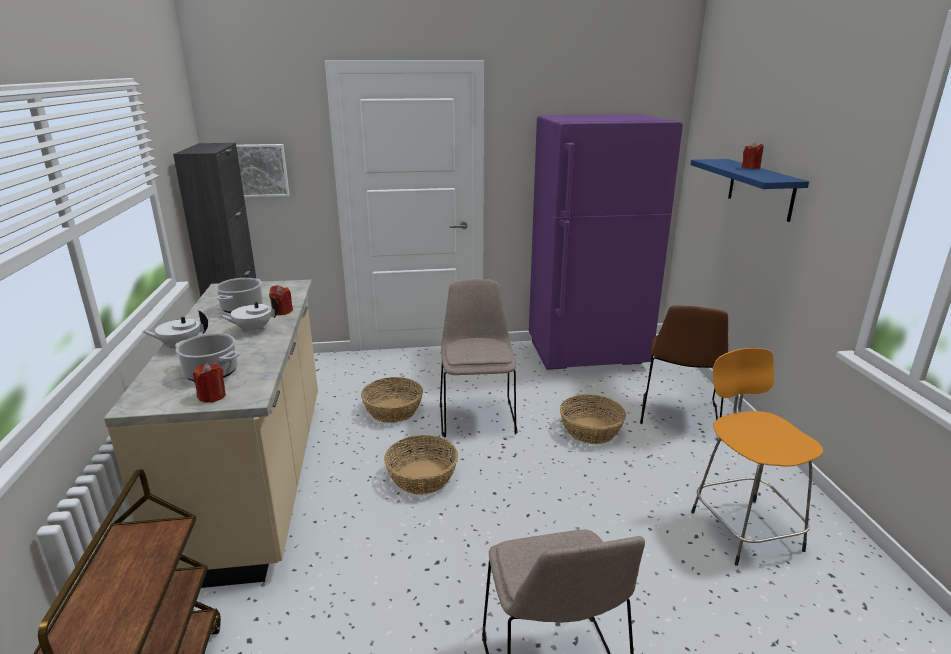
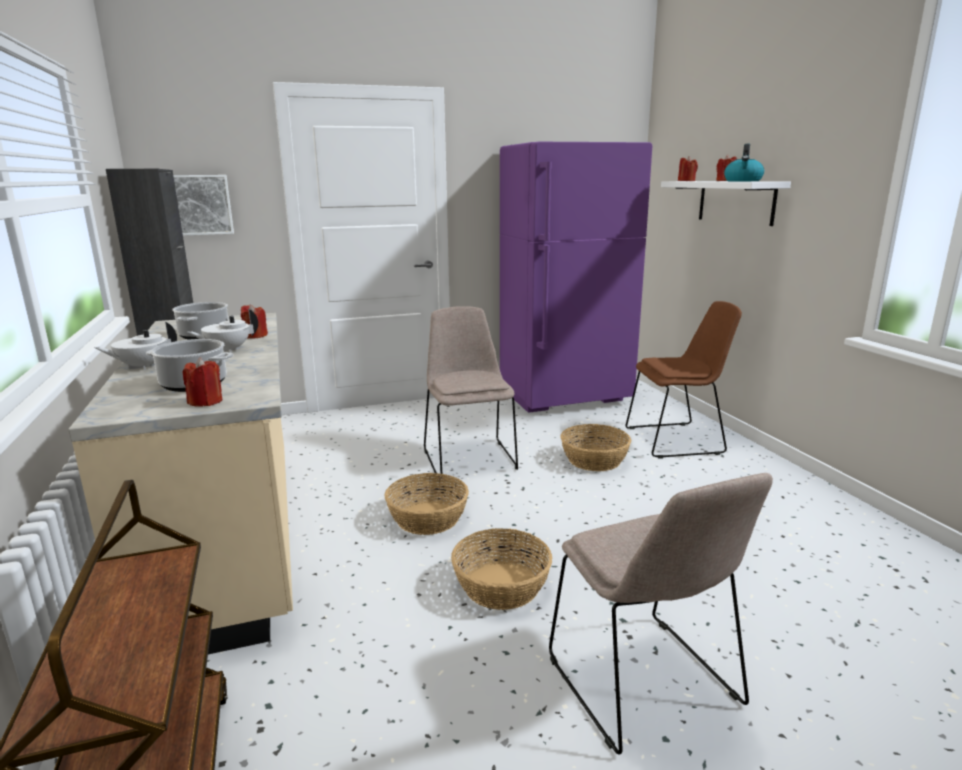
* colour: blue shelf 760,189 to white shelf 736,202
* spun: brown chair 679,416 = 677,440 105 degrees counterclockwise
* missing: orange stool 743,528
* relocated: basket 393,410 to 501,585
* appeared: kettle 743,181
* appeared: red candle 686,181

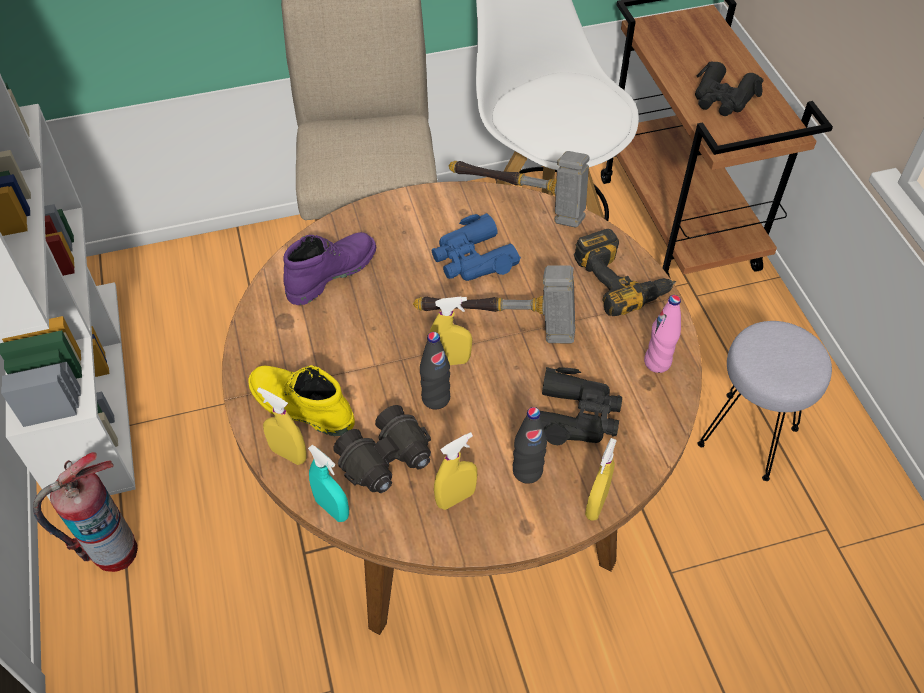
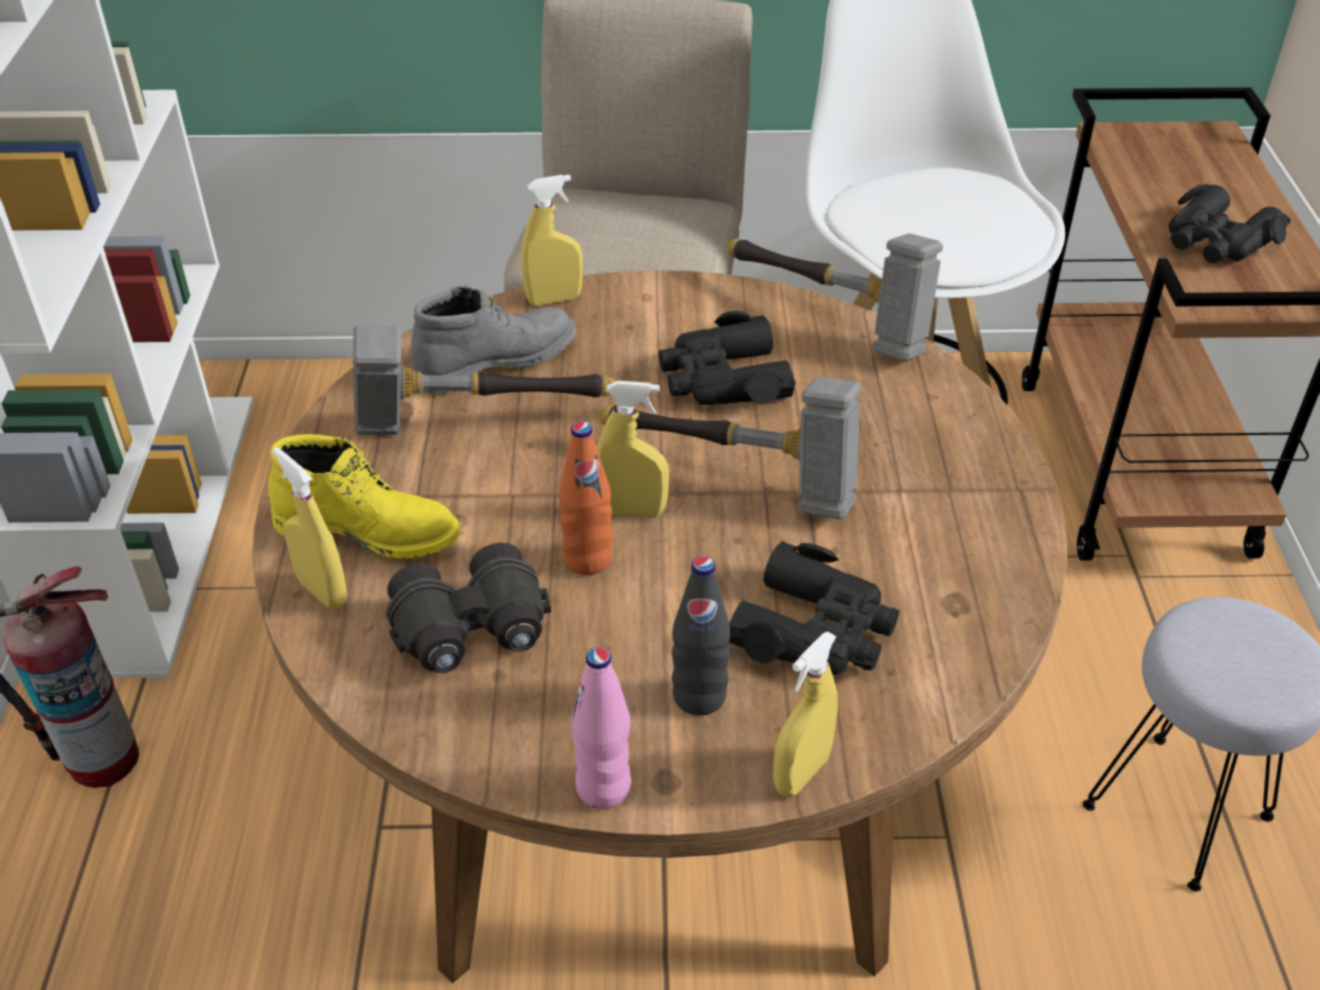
* colour: blue binoculars 472,259 to black binoculars 723,379
* missing: power drill 622,279
* colour: purple boot 330,273 to grey boot 495,361
* relocated: pink bottle 657,362 to 603,787
* colour: black bottle 436,398 to orange bottle 588,559
* spun: yellow boot 300,407 = 369,530 150 degrees clockwise
* relocated: yellow spray bottle 456,498 to 554,299
* missing: turquoise spray bottle 332,509
* appeared: hammer 476,425

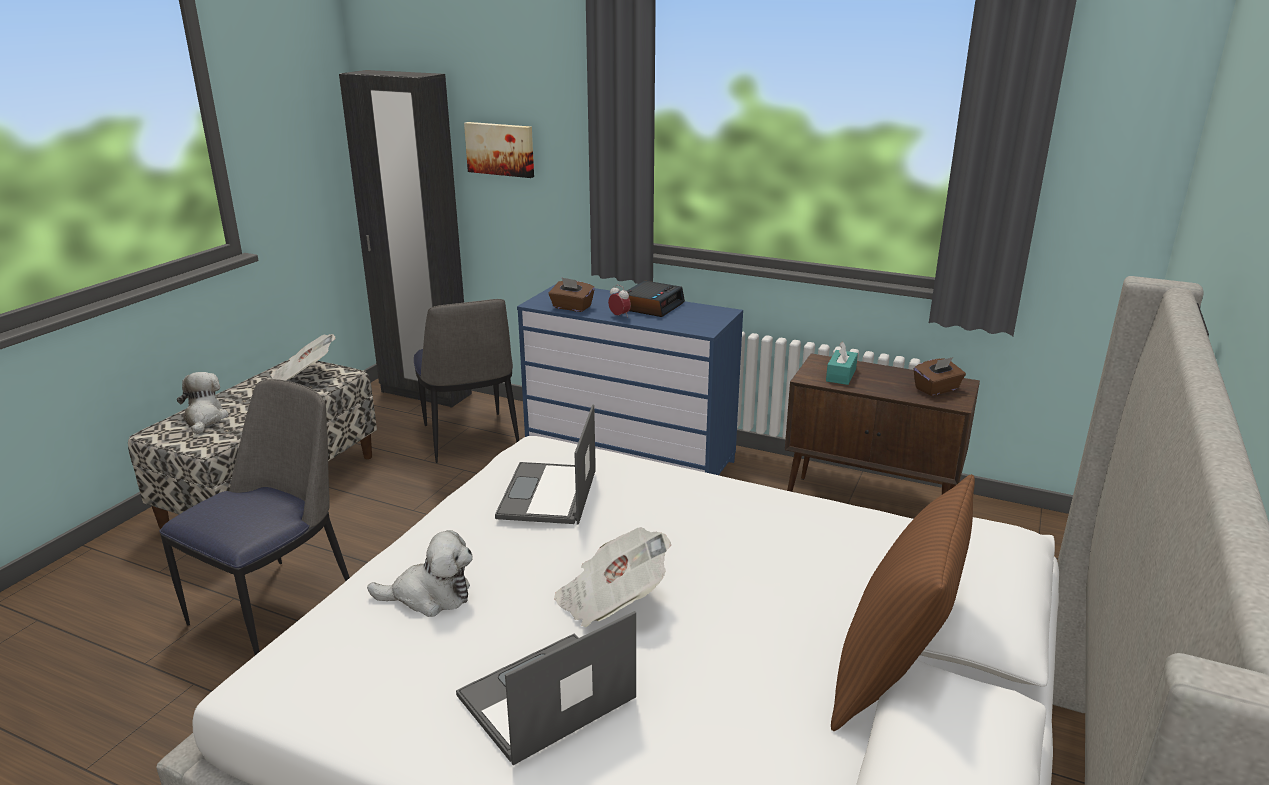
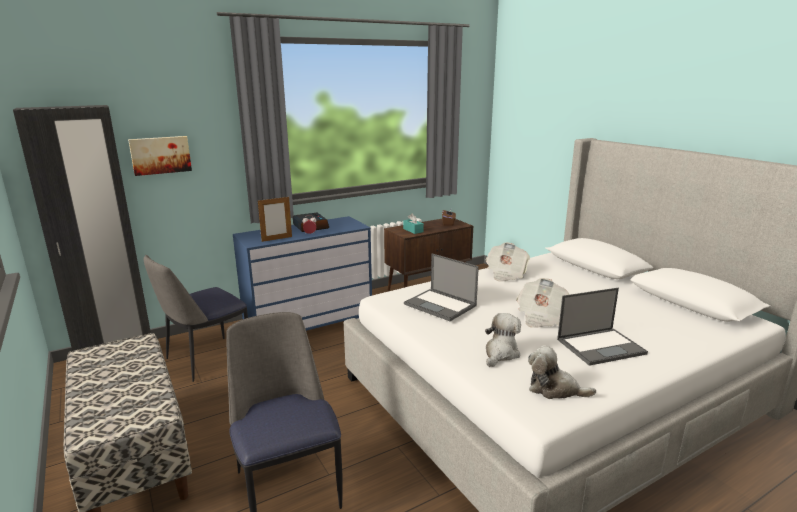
* exchanged: brown tissue box 571,307 to picture frame 277,239
* spun: chair 470,439 = 206,359 120 degrees clockwise
* relocated: newspaper 304,375 to 506,273
* relocated: plush toy 205,419 to 554,389
* missing: brown pillow 893,674
* spun: laptop 545,698 = 601,346 105 degrees counterclockwise

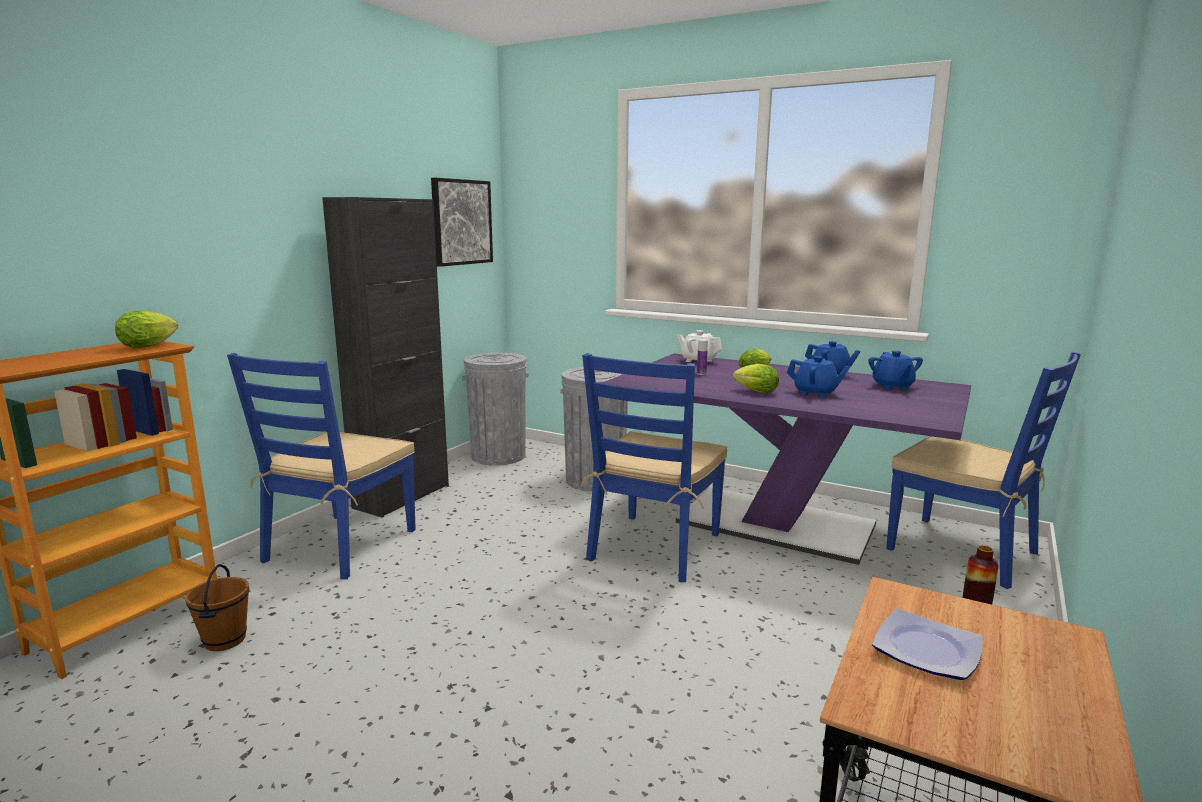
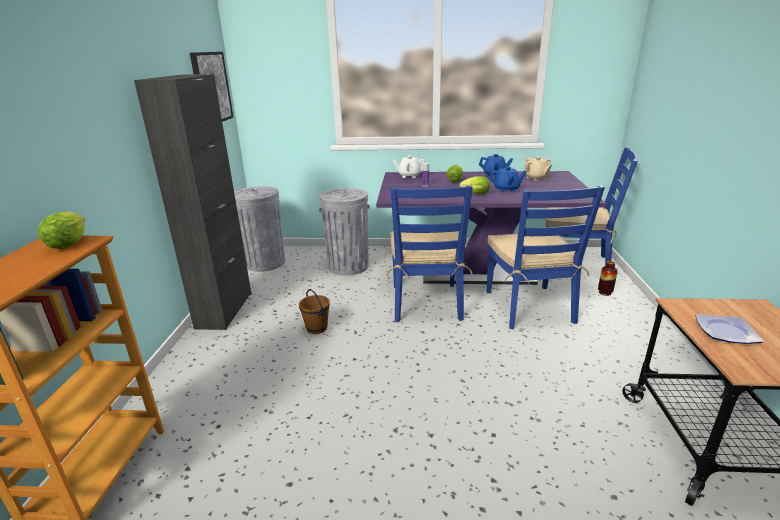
* colour: blue teapot 892,386 to beige teapot 536,178
* relocated: blue chair 340,545 to 529,307
* relocated: brown bucket 224,640 to 316,328

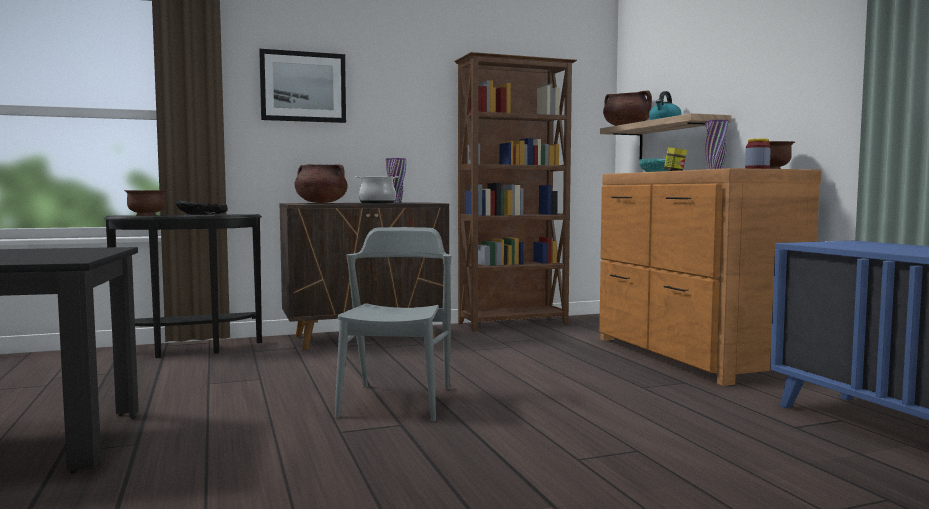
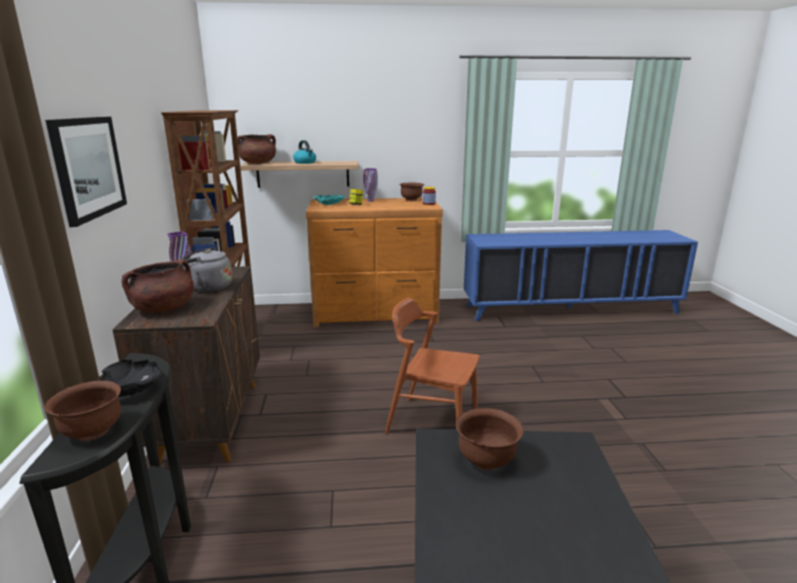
* exchanged: cooking pot 377,203 to grey kettle 208,287
* colour: grey chair 396,401 to brown chair 432,423
* appeared: brown bowl 486,460

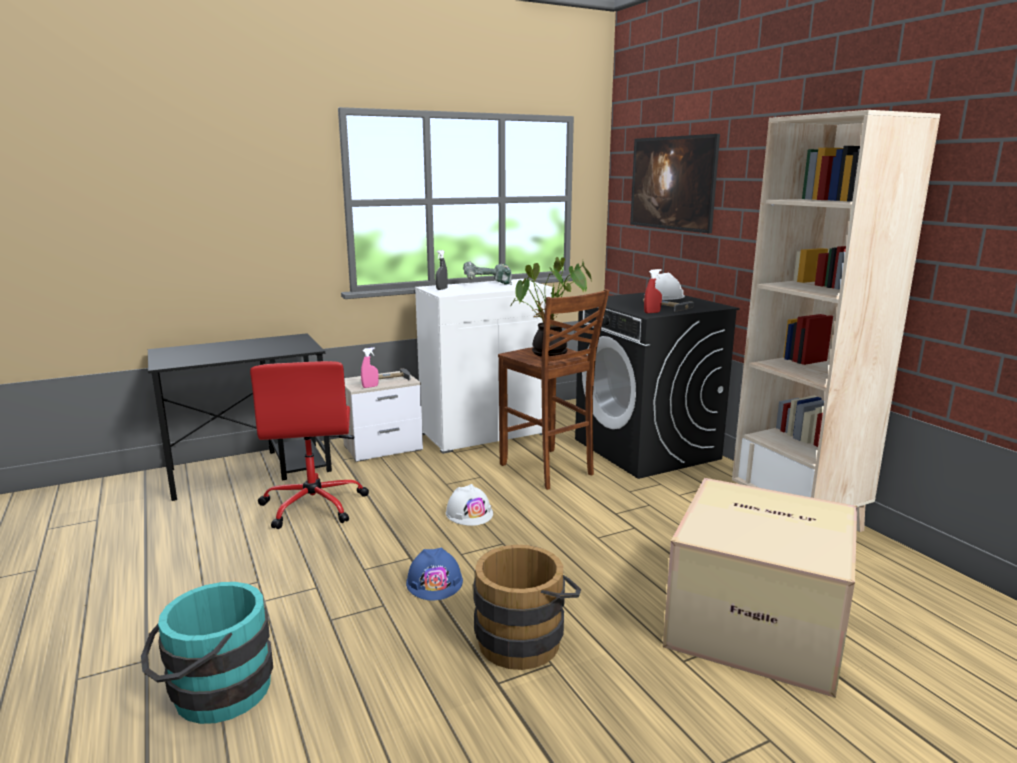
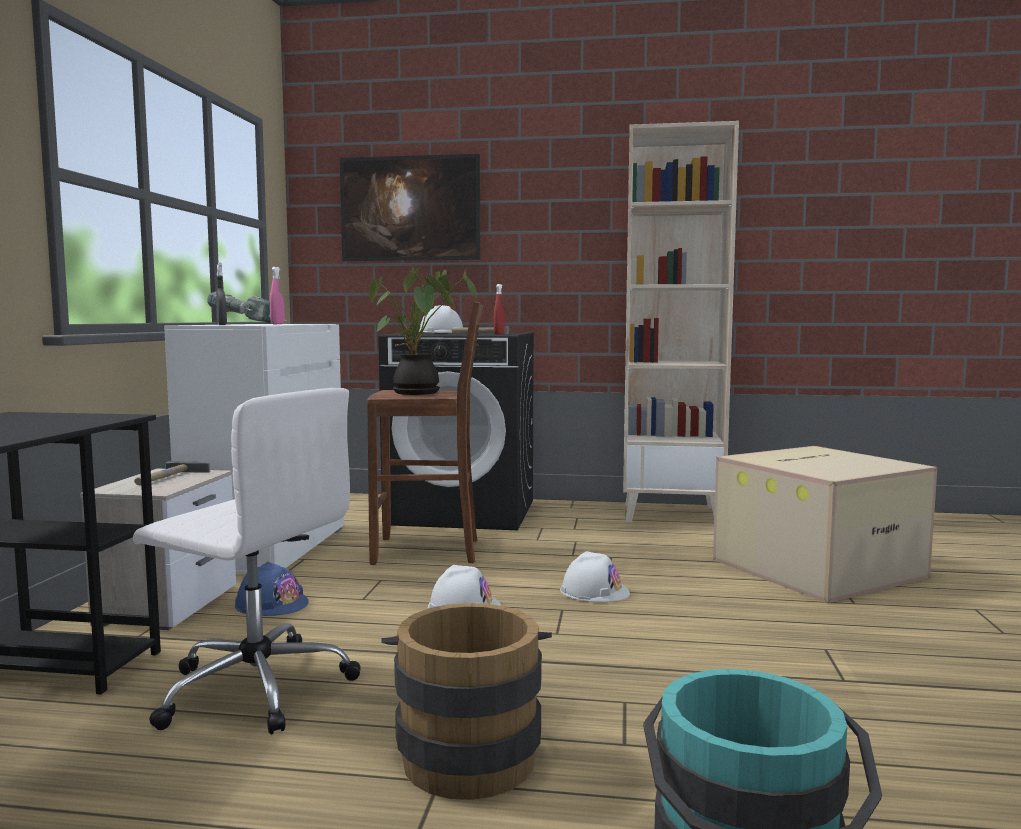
* relocated: pink spray bottle 370,386 to 277,324
* colour: red office chair 314,505 to white office chair 254,687
* relocated: brown bucket 525,638 to 467,752
* relocated: blue hard hat 434,582 to 272,604
* appeared: white hard hat 594,591

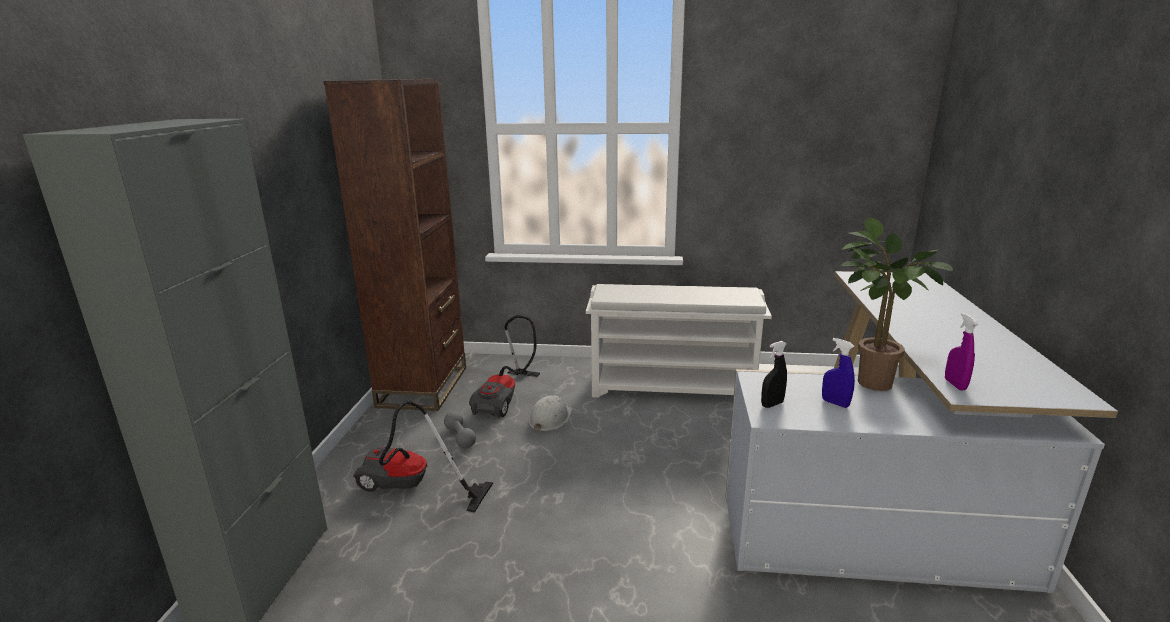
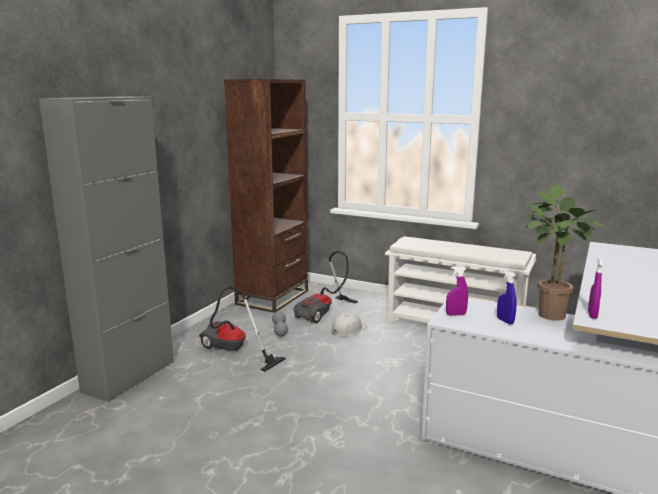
* colour: black spray bottle 772,404 to purple spray bottle 456,314

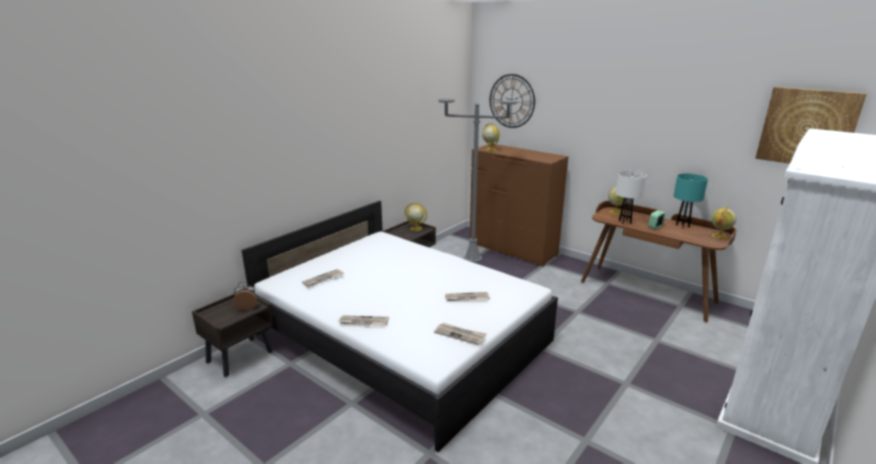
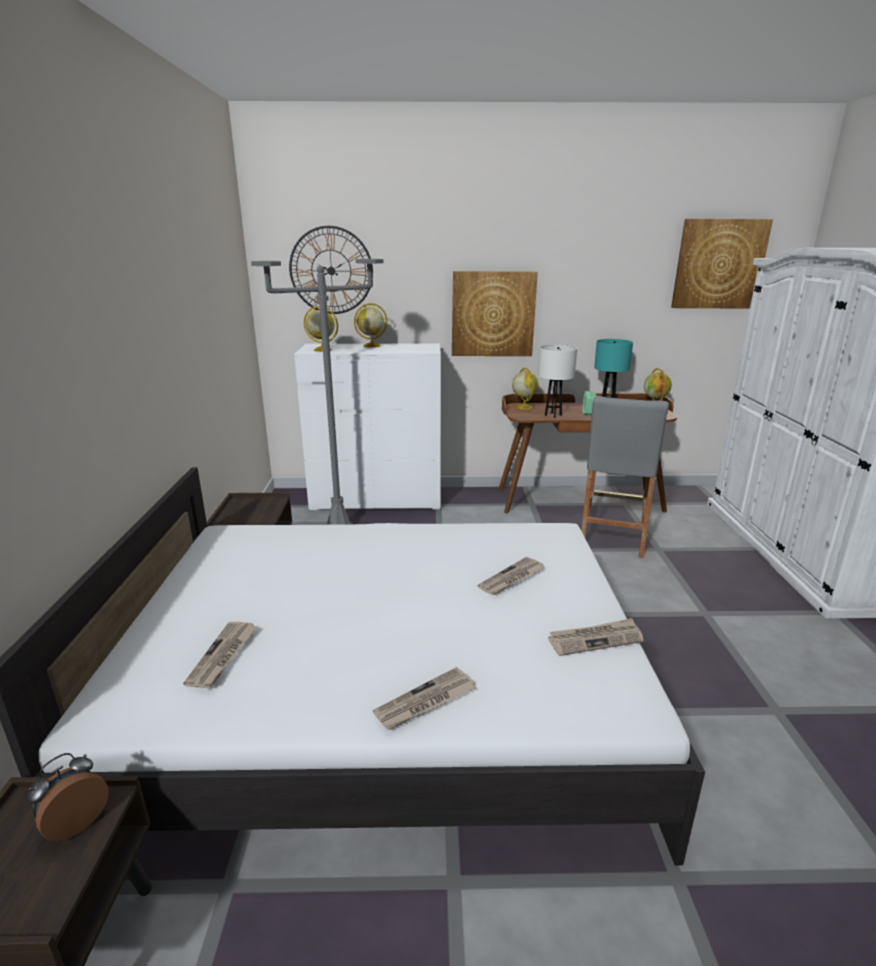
* colour: brown dresser 512,249 to white dresser 376,500
* relocated: globe 415,228 to 371,346
* appeared: picture 493,314
* appeared: grey stool 612,535

